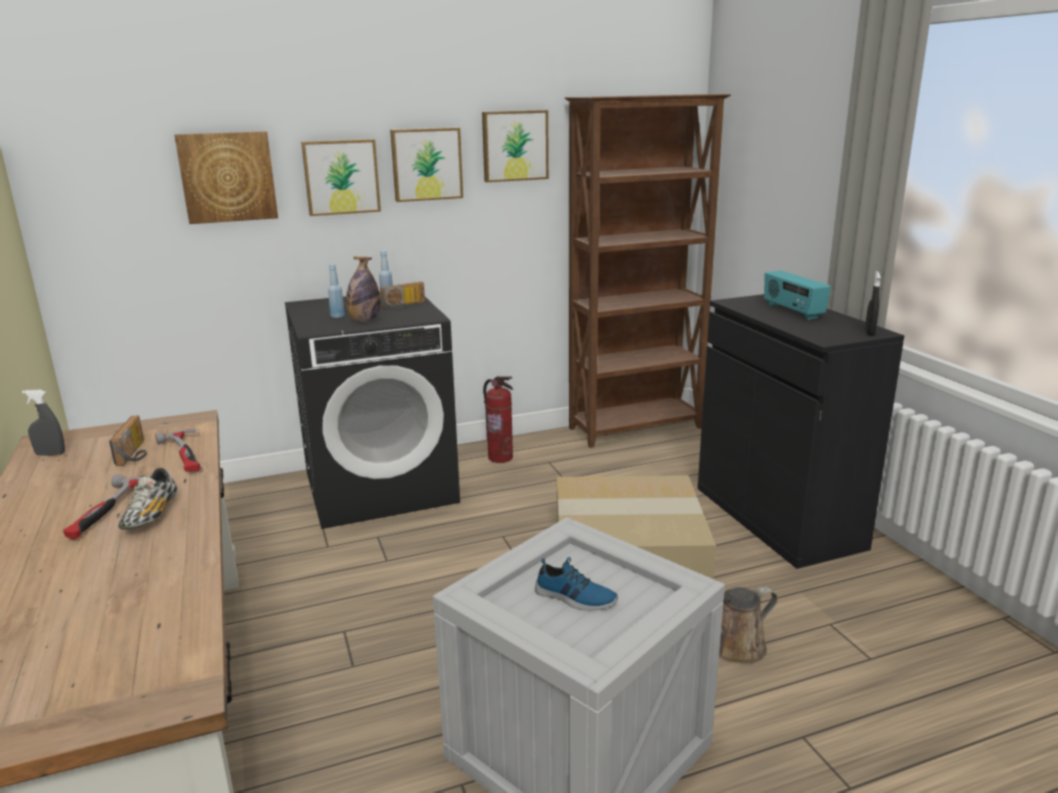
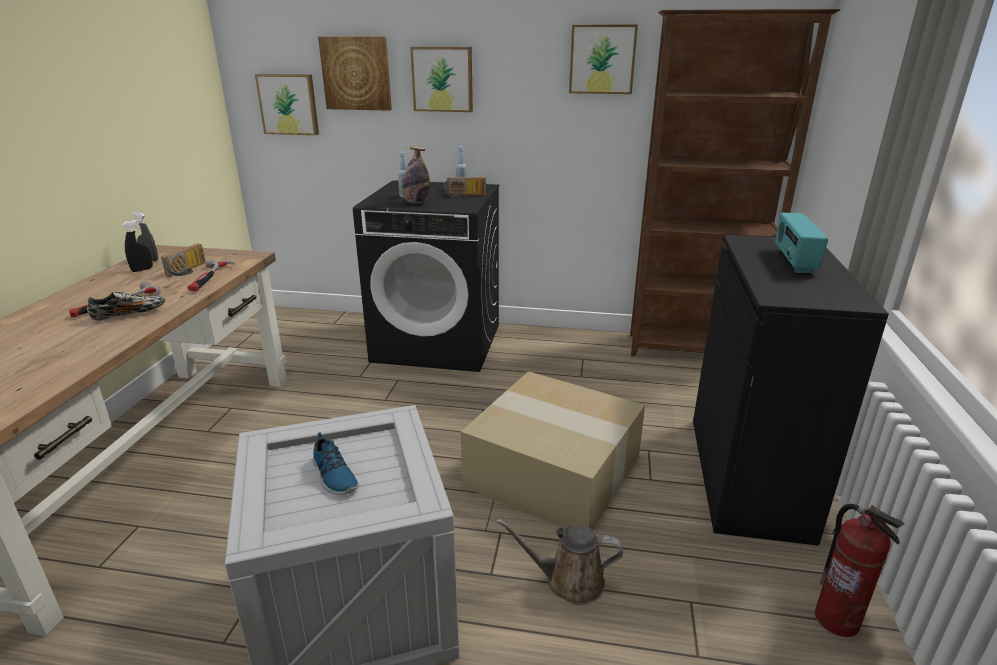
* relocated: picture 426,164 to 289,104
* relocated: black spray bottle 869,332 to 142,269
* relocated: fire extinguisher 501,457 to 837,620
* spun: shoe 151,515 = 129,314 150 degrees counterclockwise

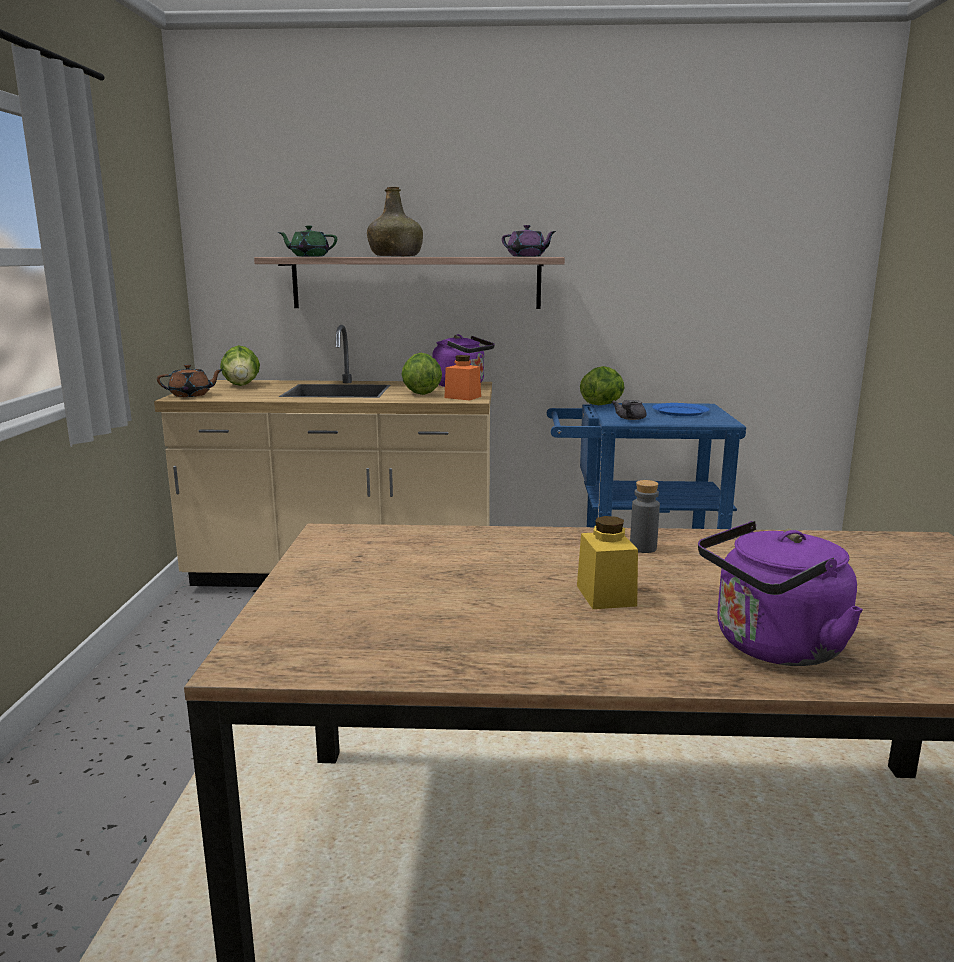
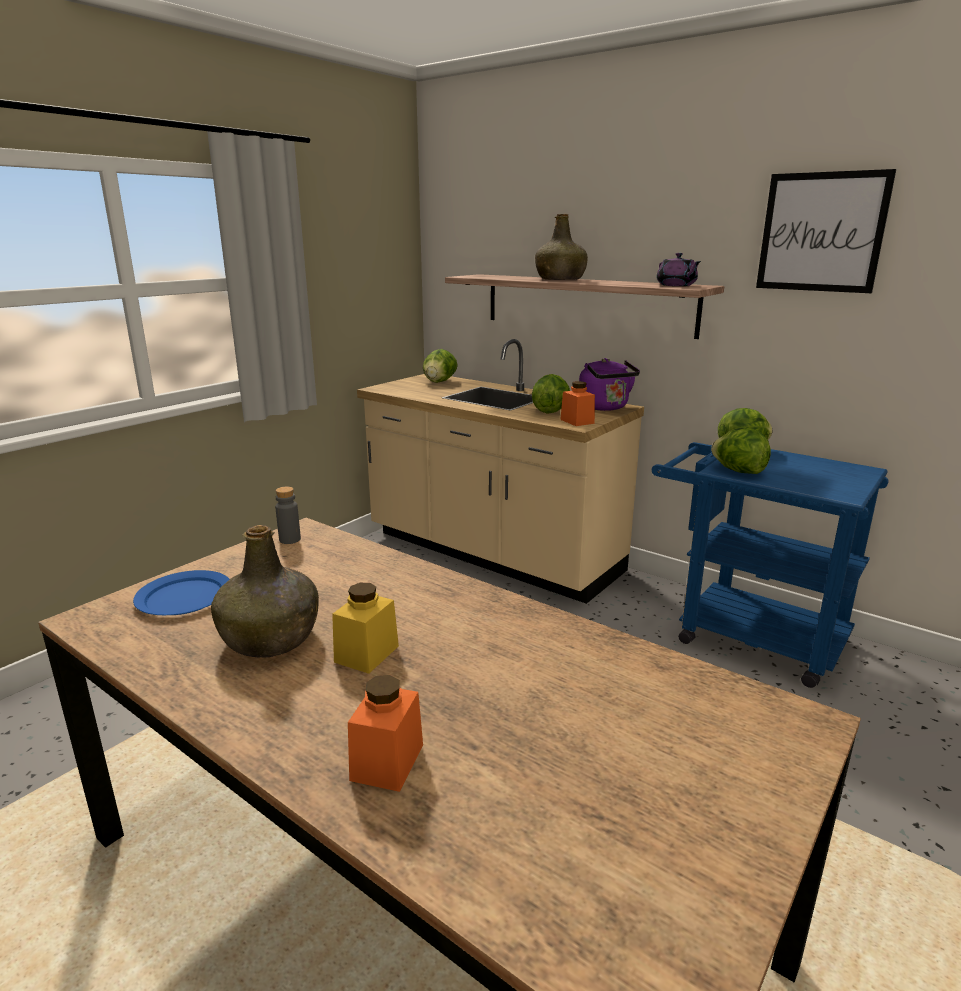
* missing: green teapot 309,256
* missing: brown teapot 191,395
* exchanged: grey teapot 629,419 to lettuce 738,471
* relocated: blue plate 680,412 to 185,597
* relocated: grey bottle 643,548 to 290,539
* exchanged: purple kettle 772,647 to orange jar 387,762
* appeared: picture 821,232
* appeared: green bottle 271,638

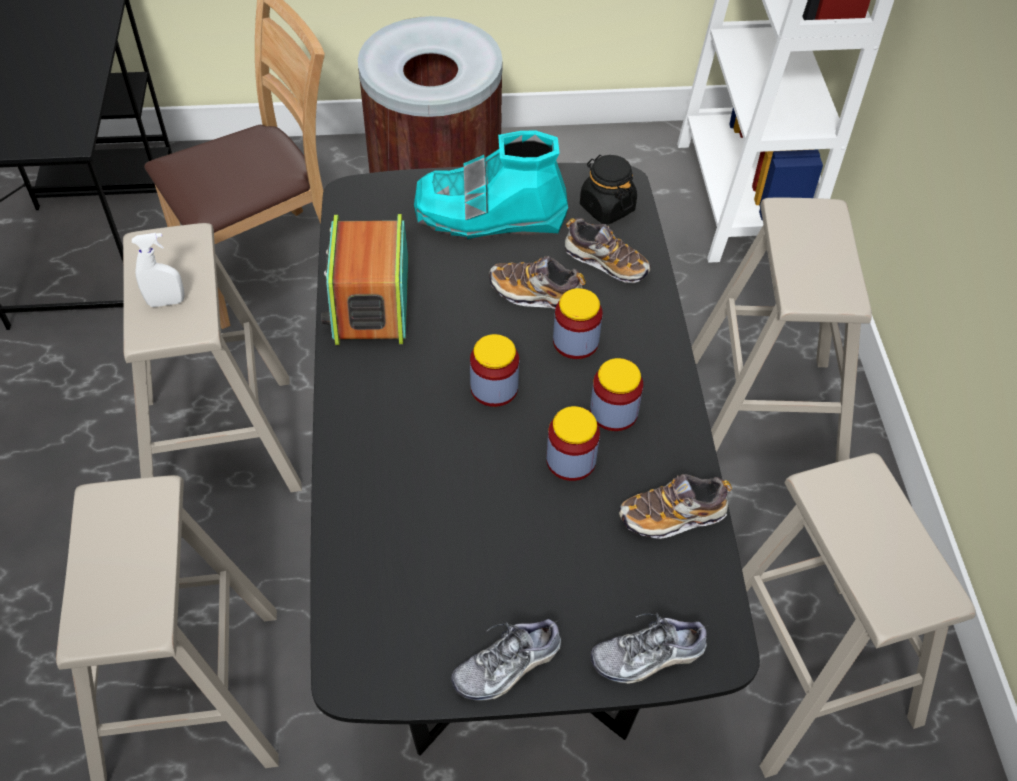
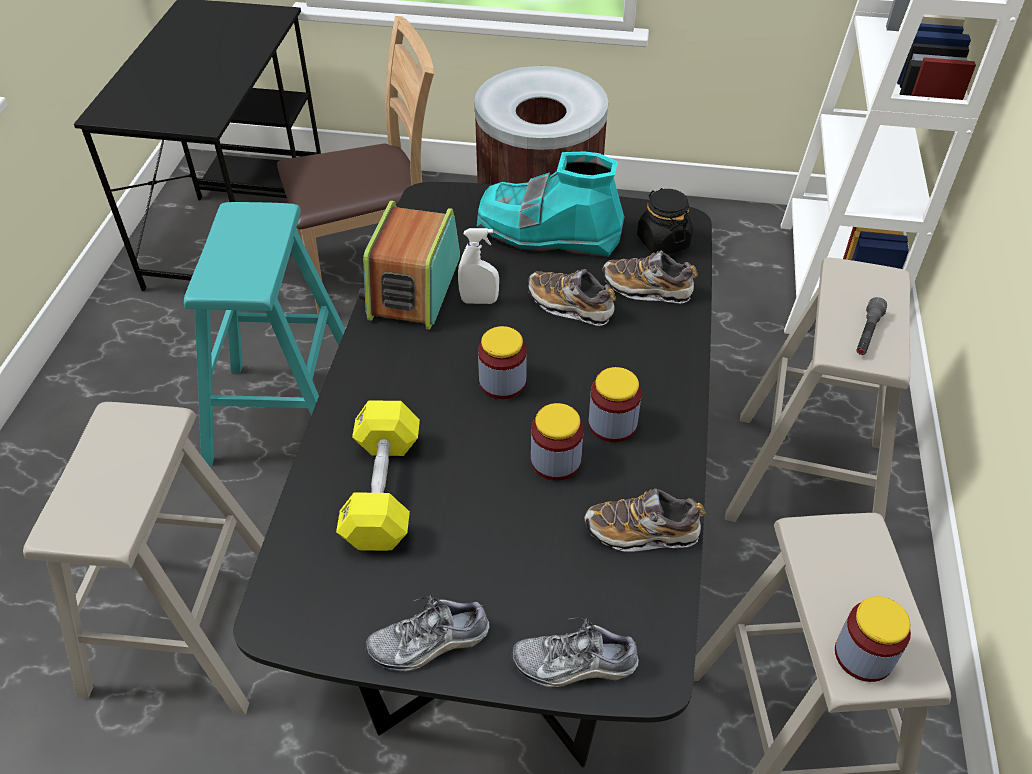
* spun: shoe 606,262 = 647,289 150 degrees clockwise
* colour: beige stool 219,443 to turquoise stool 286,415
* relocated: white spray bottle 166,302 to 479,301
* relocated: jar 575,342 to 863,655
* appeared: grey flashlight 867,334
* appeared: yellow dumbbell 382,490

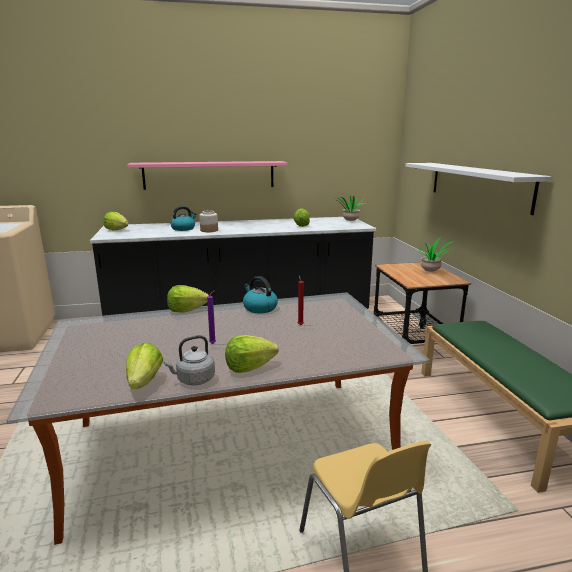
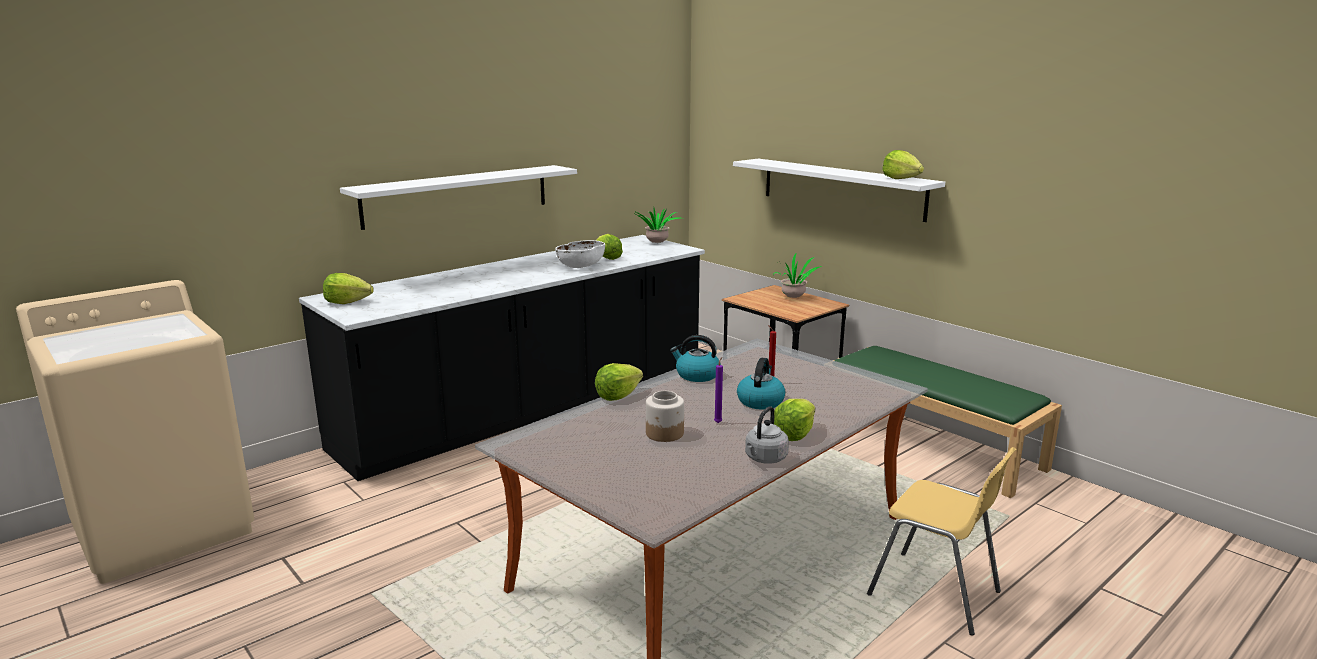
* colour: pink shelf 209,175 to white shelf 458,195
* relocated: kettle 183,229 to 760,401
* relocated: jar 209,230 to 665,434
* relocated: lettuce 144,382 to 901,179
* appeared: white bowl 581,266

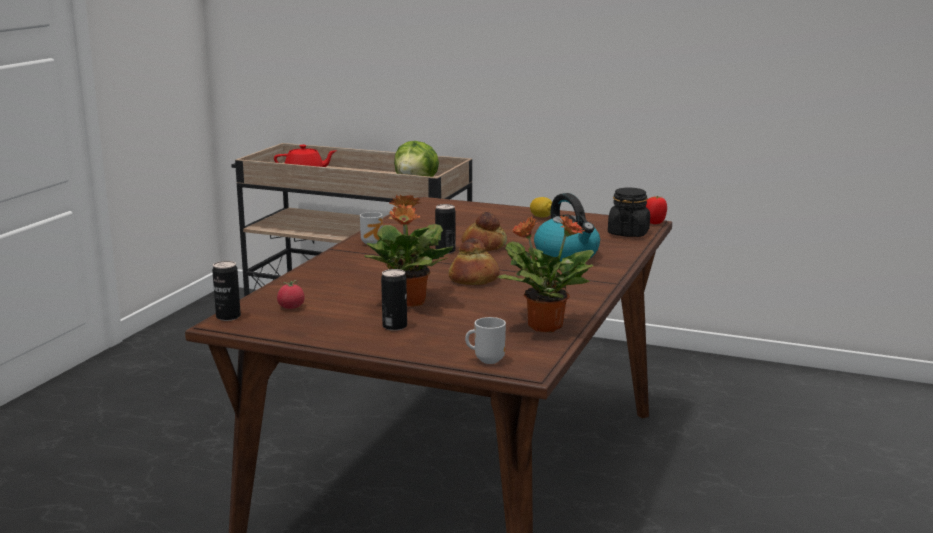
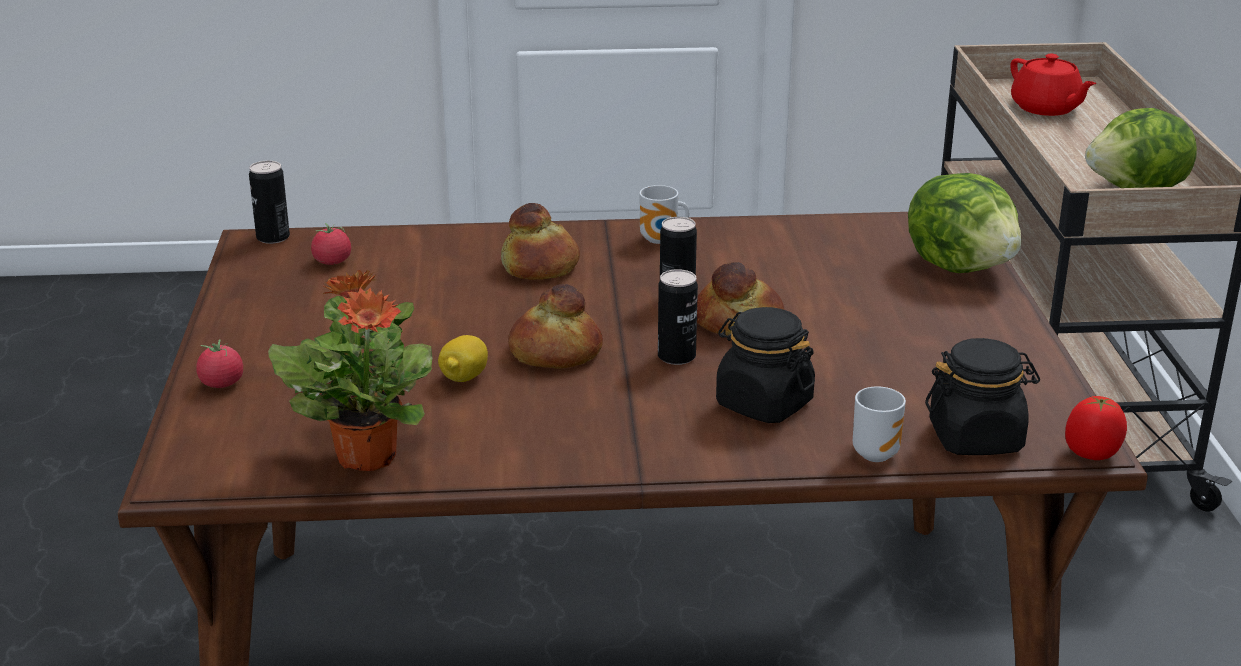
* exchanged: kettle 567,255 to black jar 763,403
* missing: potted plant 409,302
* relocated: lemon 541,217 to 464,377
* relocated: can 394,326 to 676,356
* relocated: mug 487,360 to 875,452
* appeared: lettuce 962,266
* appeared: bread 541,266
* appeared: tomato 222,384

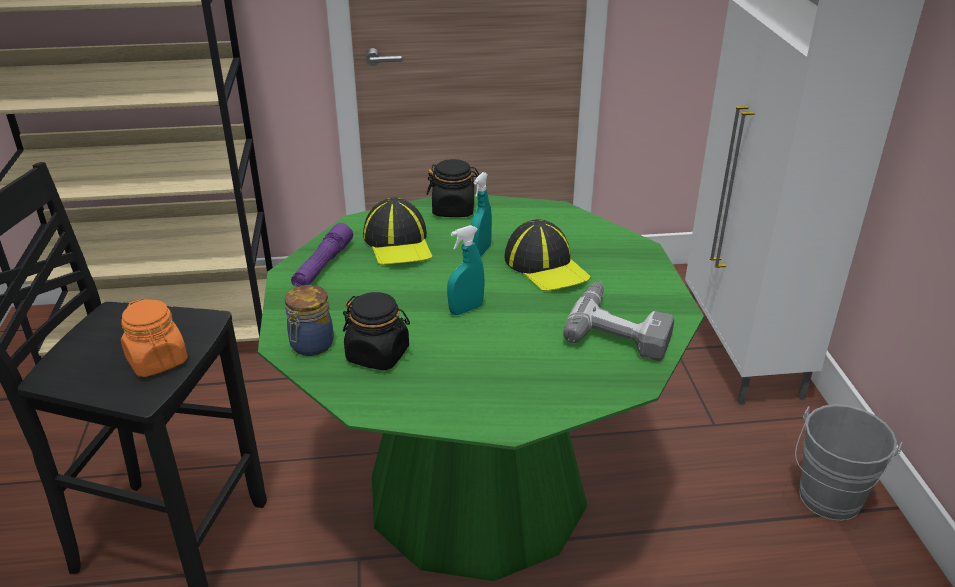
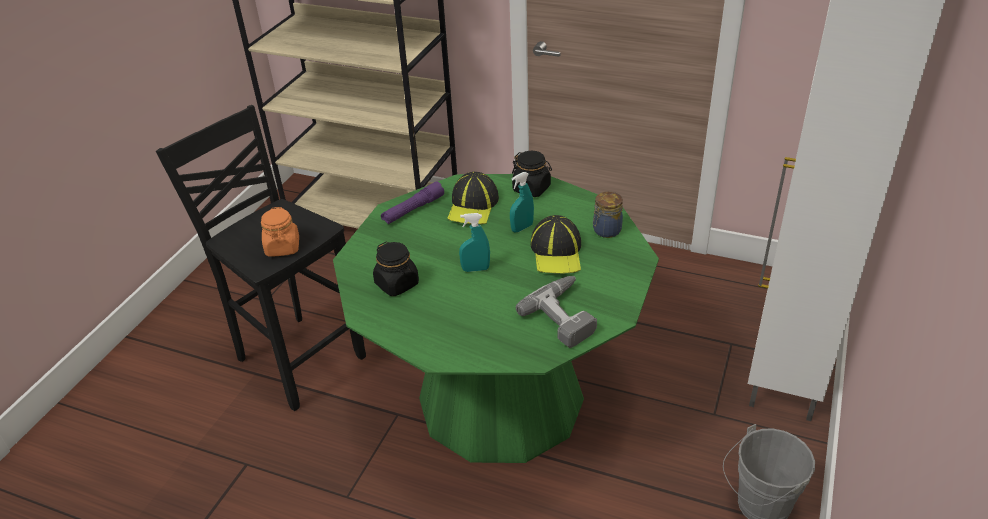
* relocated: jar 310,346 to 606,231

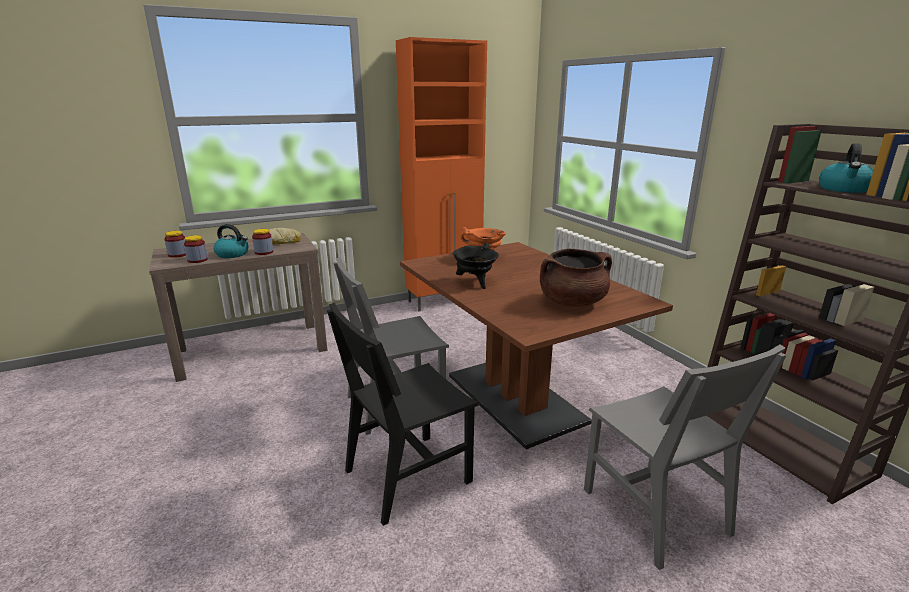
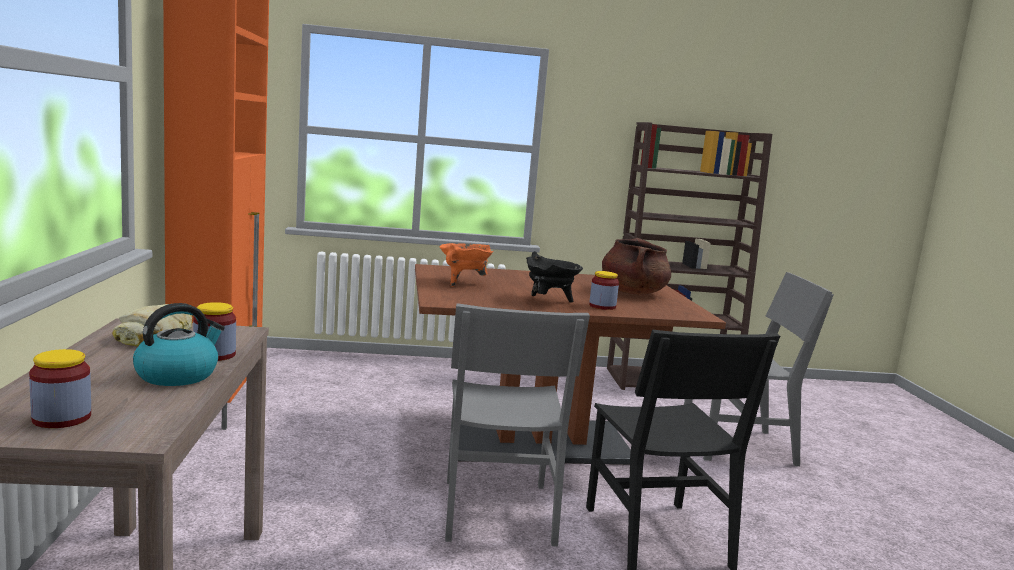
* missing: kettle 844,189
* relocated: jar 197,260 to 602,306

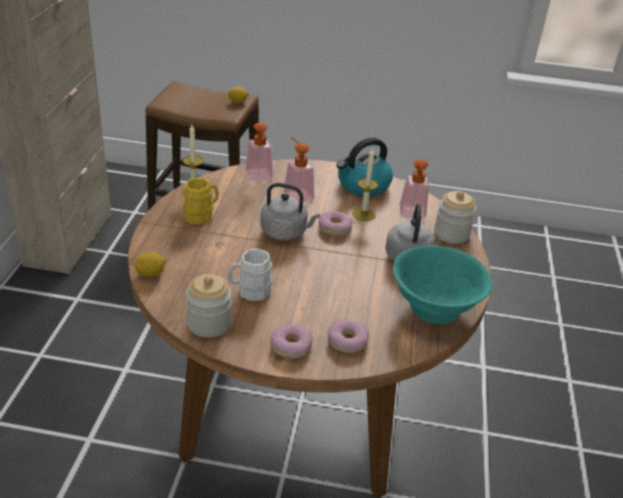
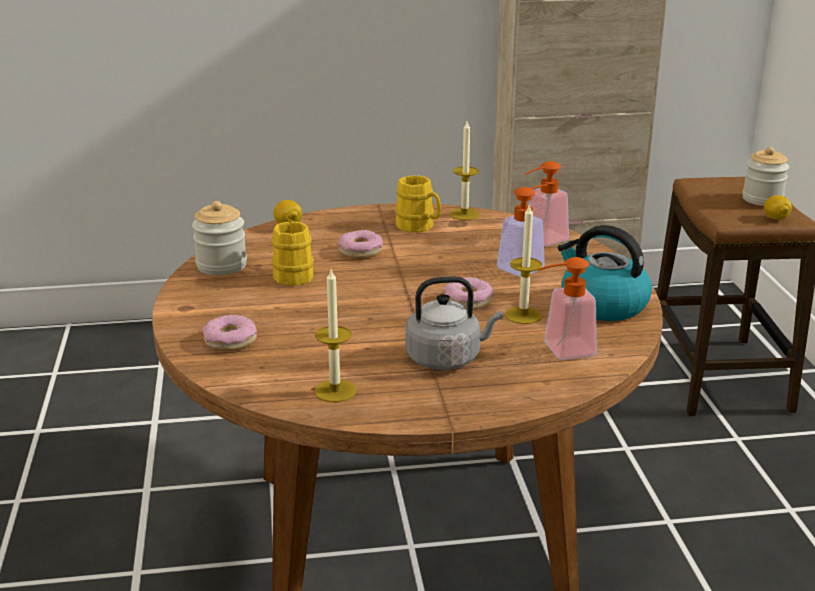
* missing: grey kettle 286,232
* relocated: jar 451,233 to 762,199
* exchanged: turquoise bowl 434,307 to candle 335,391
* colour: white mug 249,291 to yellow mug 291,275
* relocated: donut 291,346 to 360,251

